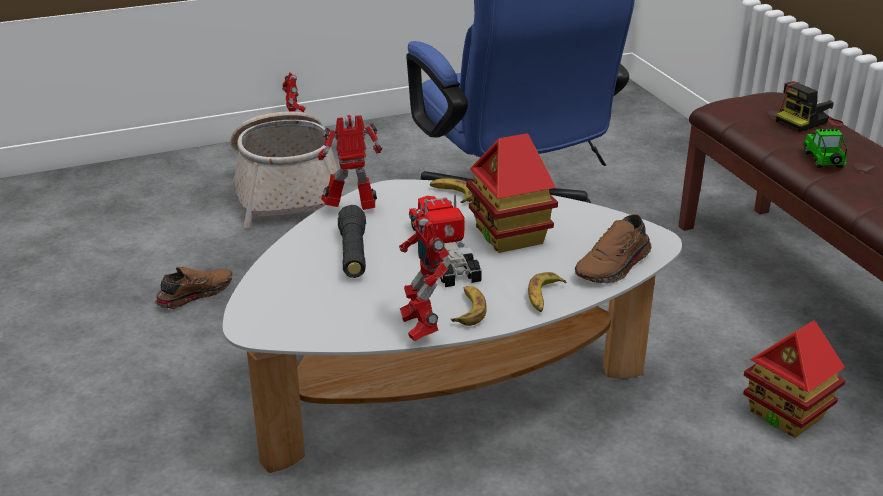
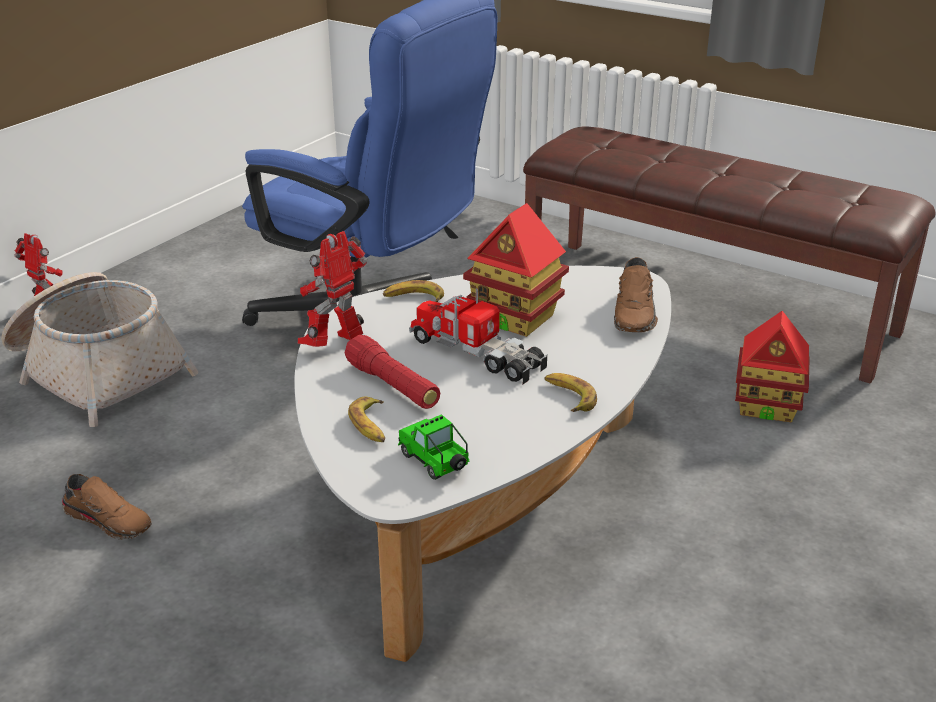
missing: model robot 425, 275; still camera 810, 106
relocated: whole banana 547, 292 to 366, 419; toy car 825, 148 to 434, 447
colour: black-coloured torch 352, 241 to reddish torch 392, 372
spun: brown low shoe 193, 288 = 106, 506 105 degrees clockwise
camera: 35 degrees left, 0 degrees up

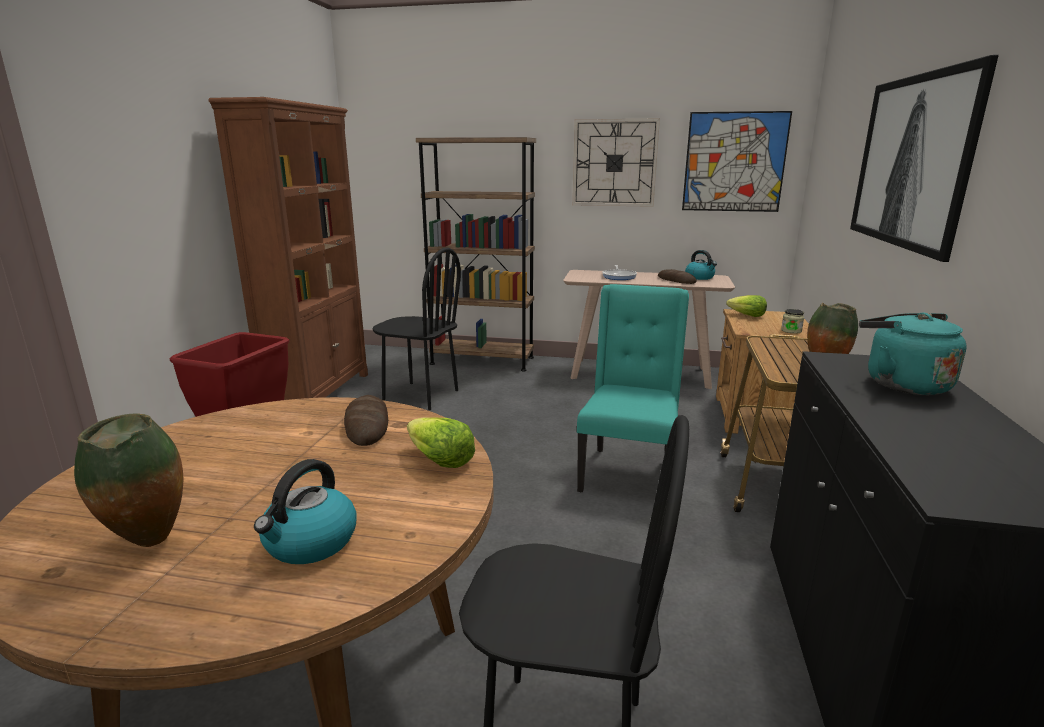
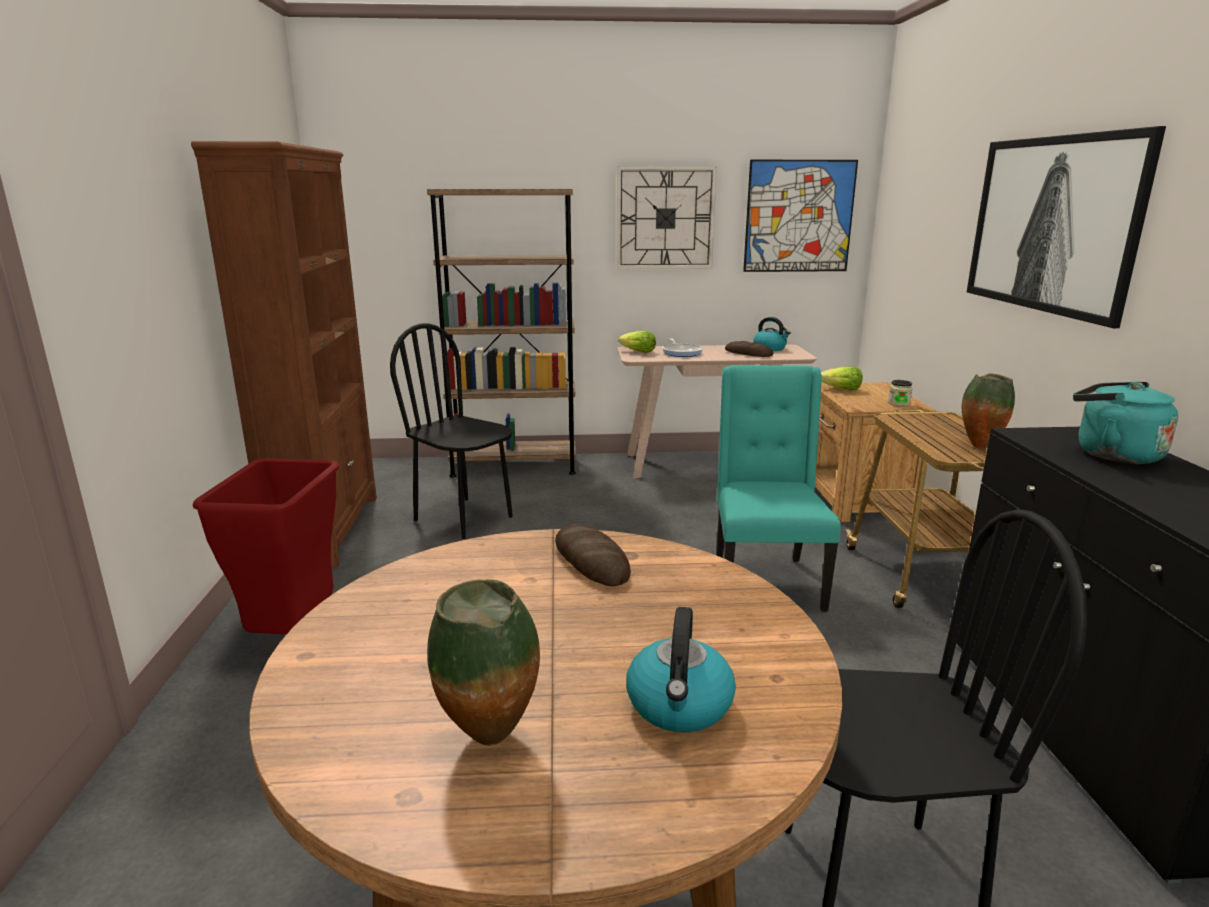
relocated: lettuce head 441, 442 to 637, 342
spun: black-coloured chair 417, 329 = 451, 431 150 degrees counterclockwise
camera: 15 degrees left, 0 degrees up

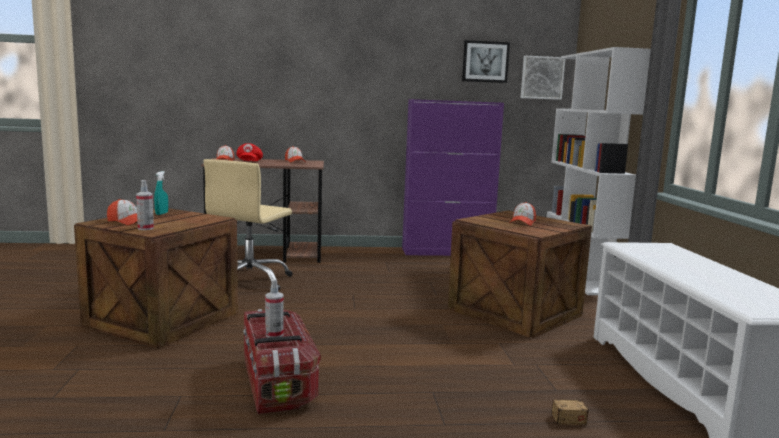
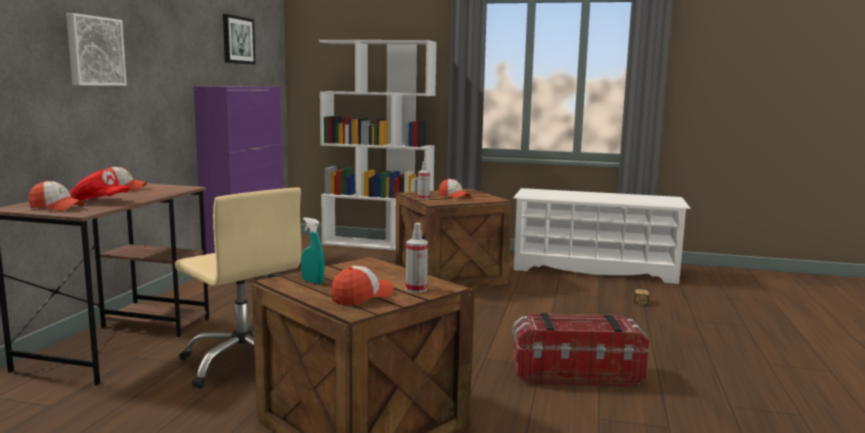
relocated: picture 543, 78 to 96, 49; spray bottle 274, 308 to 424, 180
camera: 70 degrees left, 0 degrees up

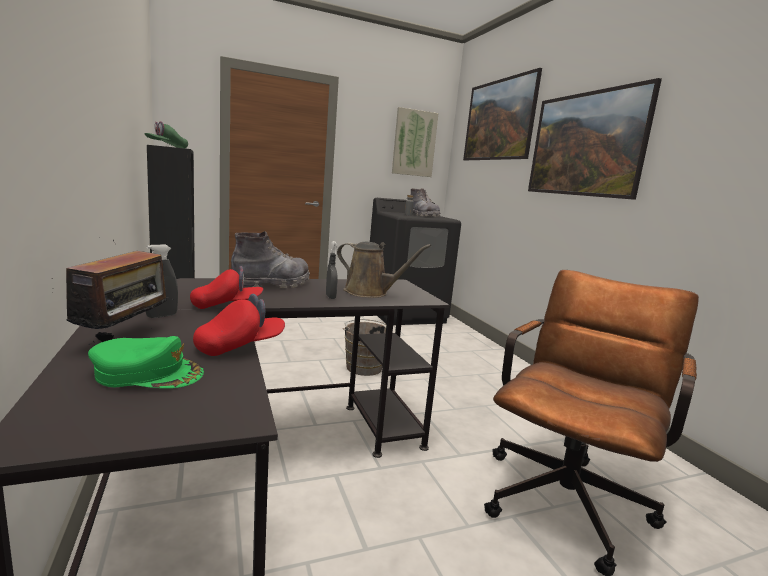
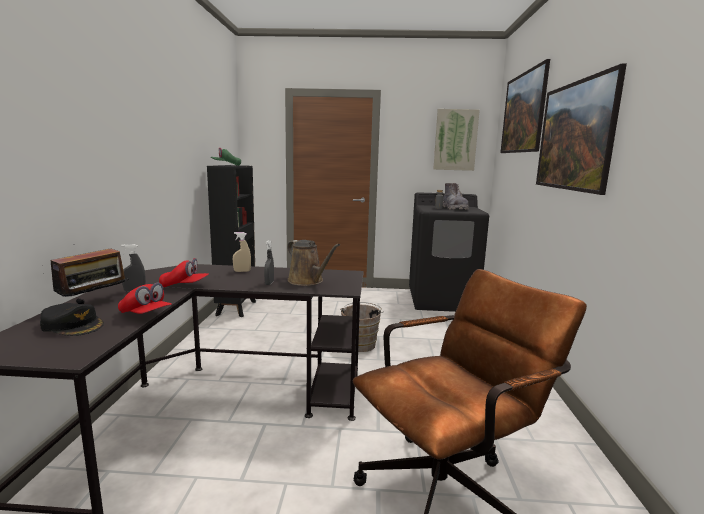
exchanged: gray boot 270, 259 to sand-coloured spray bottle 242, 252
colour: green-coloured cap 146, 362 to black-coloured cap 72, 319
spun: reddish cap 239, 325 = 145, 298 45 degrees clockwise
camera: 25 degrees right, 0 degrees up

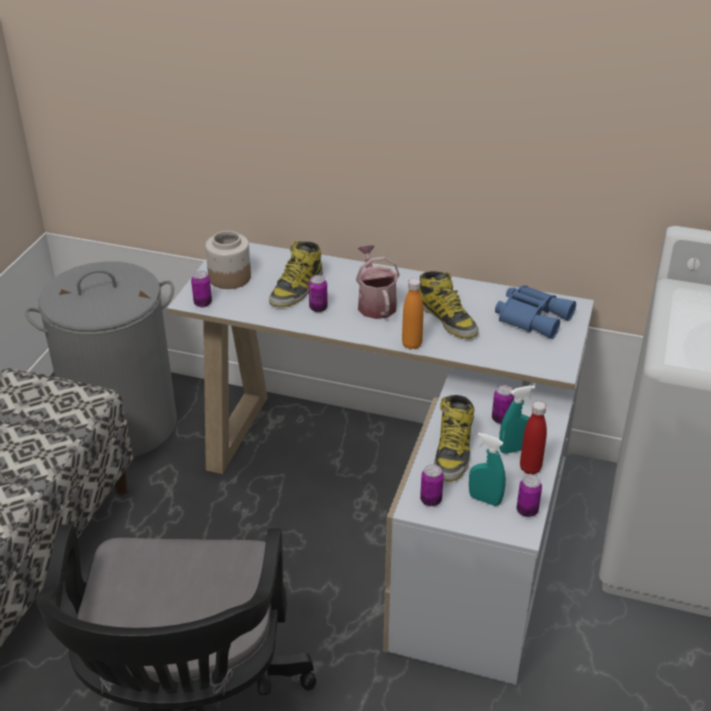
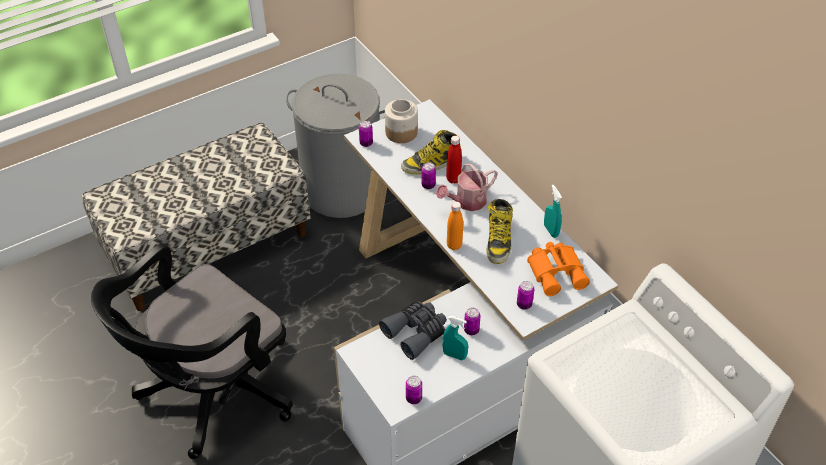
relocated: reddish drink bottle 533, 438 to 454, 159; sealed can 432, 485 to 525, 295; blue-green spray bottle 487, 469 to 553, 211
exchanged: boot 454, 438 to gray binoculars 413, 330
colour: blue binoculars 535, 312 to orange-coloured binoculars 558, 269
spun: sprinkling can 378, 282 = 467, 187 150 degrees counterclockwise
camera: 40 degrees right, 10 degrees up

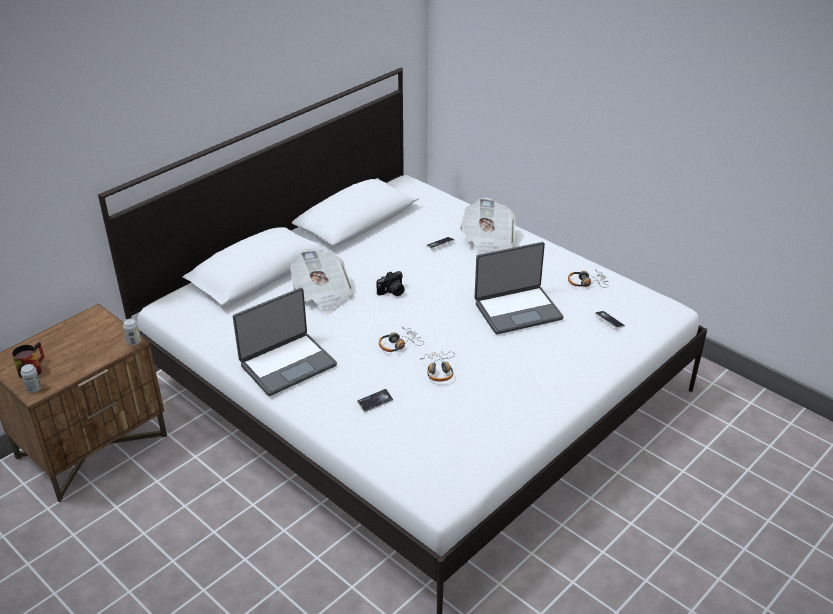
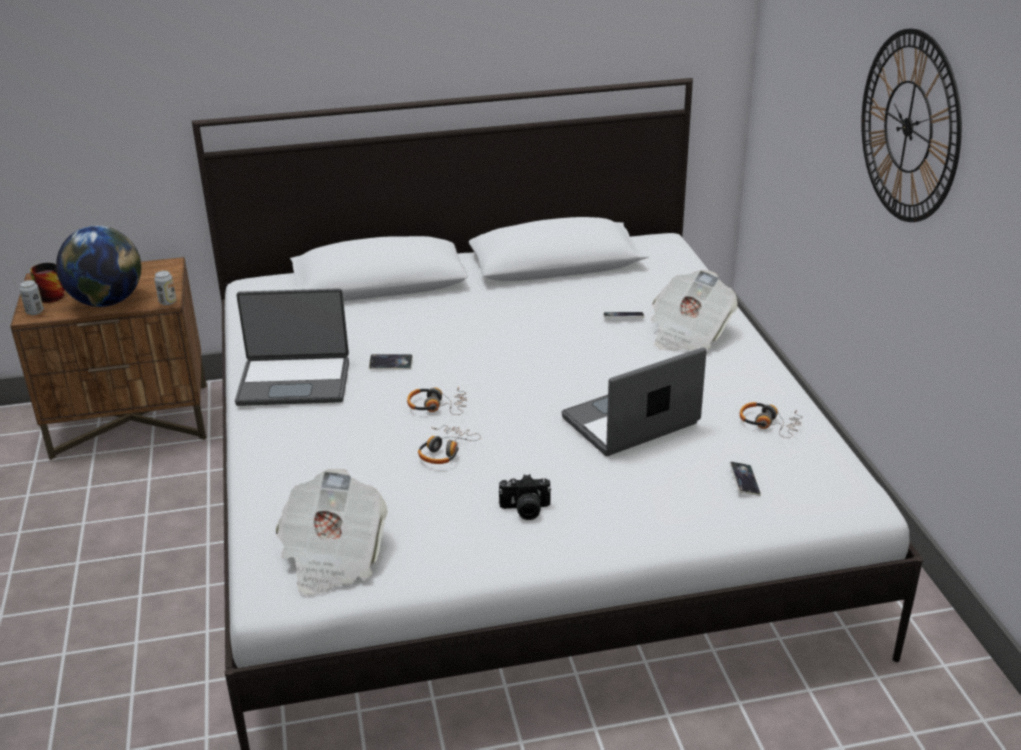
appeared: globe 98, 266; hanging clock 911, 125
relocated: newspaper 322, 281 to 332, 532; handset 375, 401 to 391, 361; still camera 390, 283 to 525, 497
spun: laptop 519, 288 = 634, 401 135 degrees clockwise
camera: 35 degrees right, 5 degrees down

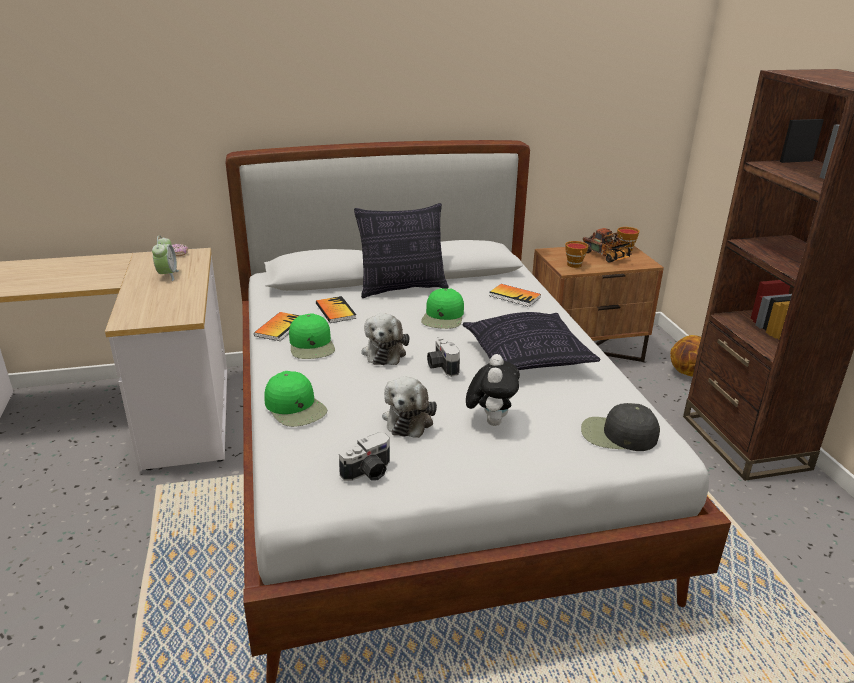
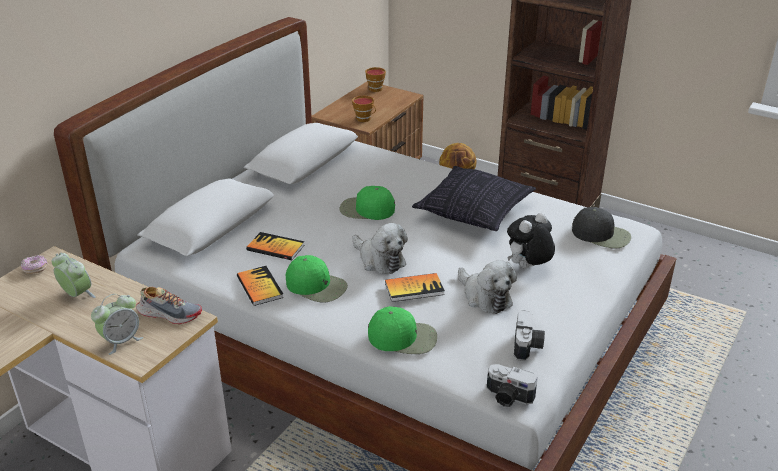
missing: throw pillow 401, 250; toy truck 607, 245
appeared: alarm clock 117, 324; low shoe 169, 305
relocated: volume 515, 295 to 415, 287; still camera 443, 356 to 512, 385
spun: green-coloured cap 442, 309 = 367, 203 135 degrees clockwise; soft toy 493, 390 = 531, 240 90 degrees counterclockwise; black-coloured cap 620, 427 = 601, 228 120 degrees counterclockwise
camera: 45 degrees left, 5 degrees up

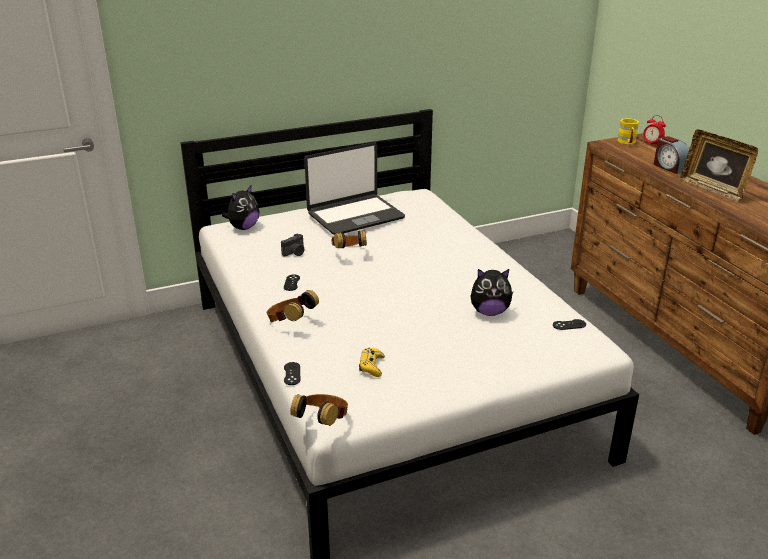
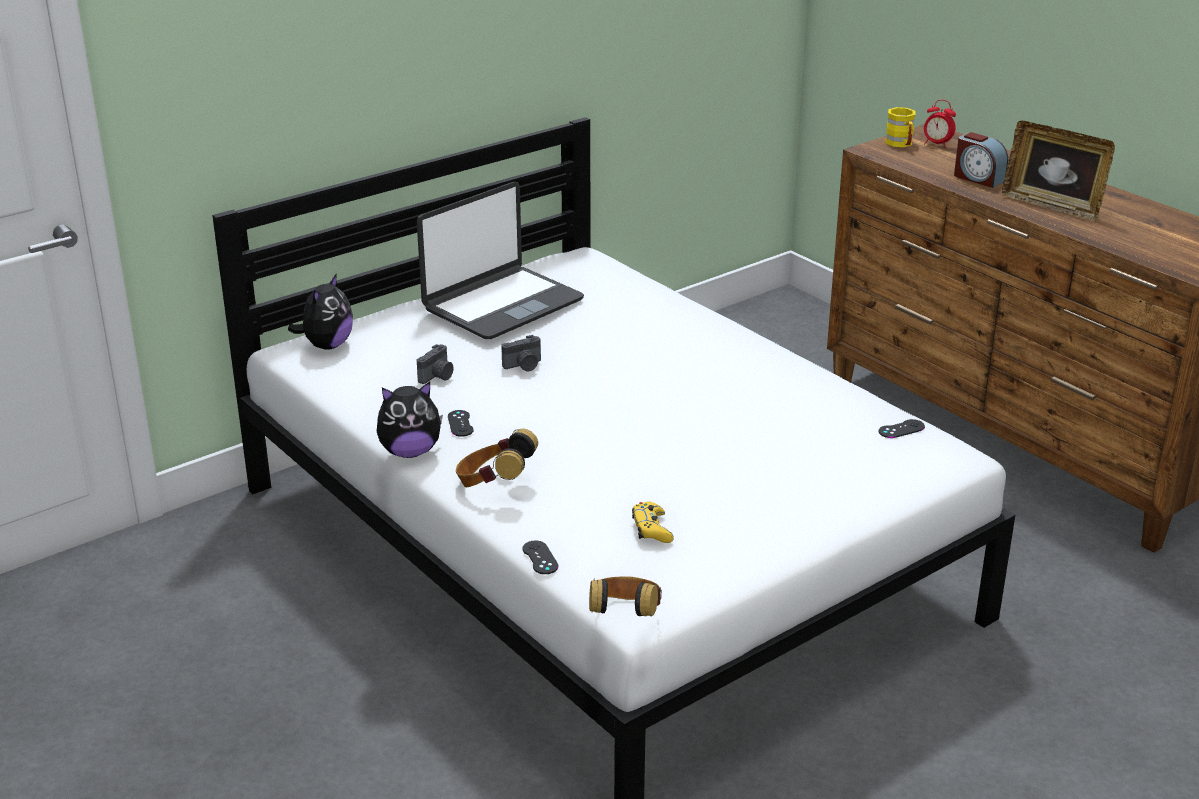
relocated: soft toy 492, 292 to 410, 420
exchanged: pair of headphones 349, 240 to still camera 521, 353
camera: 15 degrees left, 0 degrees up

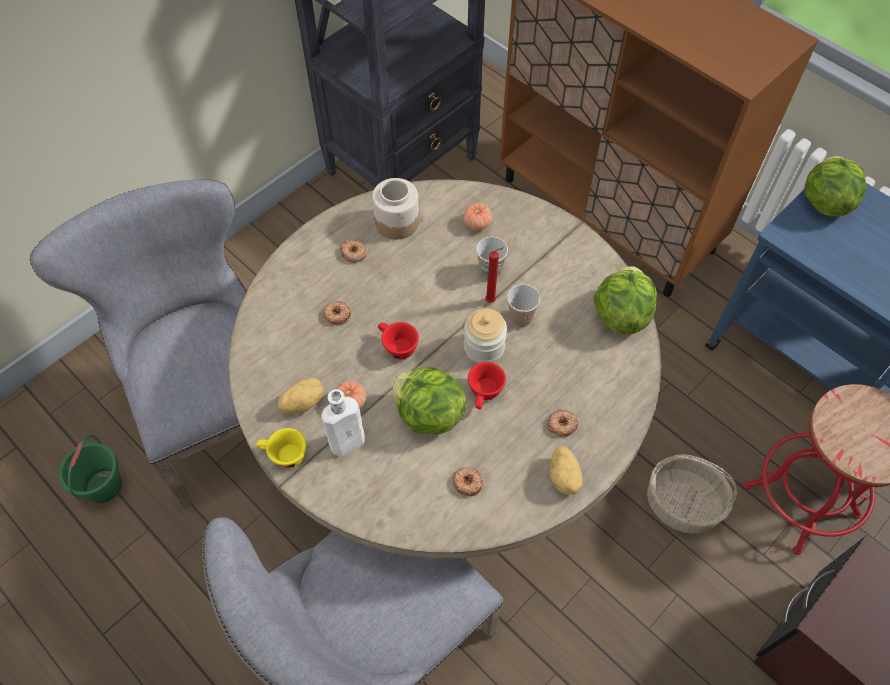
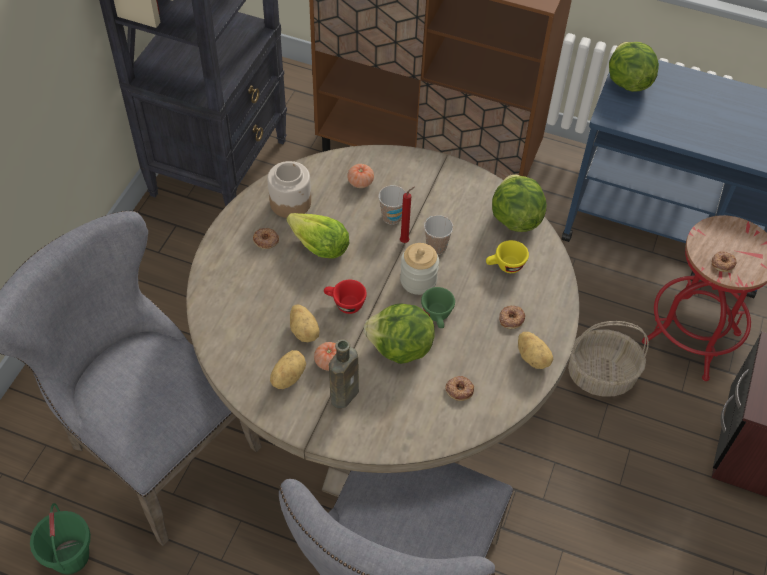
appeared: lettuce head 318, 236; whole potato 304, 323
relocated: yellow cup 281, 448 to 507, 256; donut 336, 313 to 724, 262
colour: white-coloured drink bottle 343, 423 to brown drink bottle 344, 373; reddish cup 487, 385 to green-coloured cup 438, 307
camera: 25 degrees left, 5 degrees down

